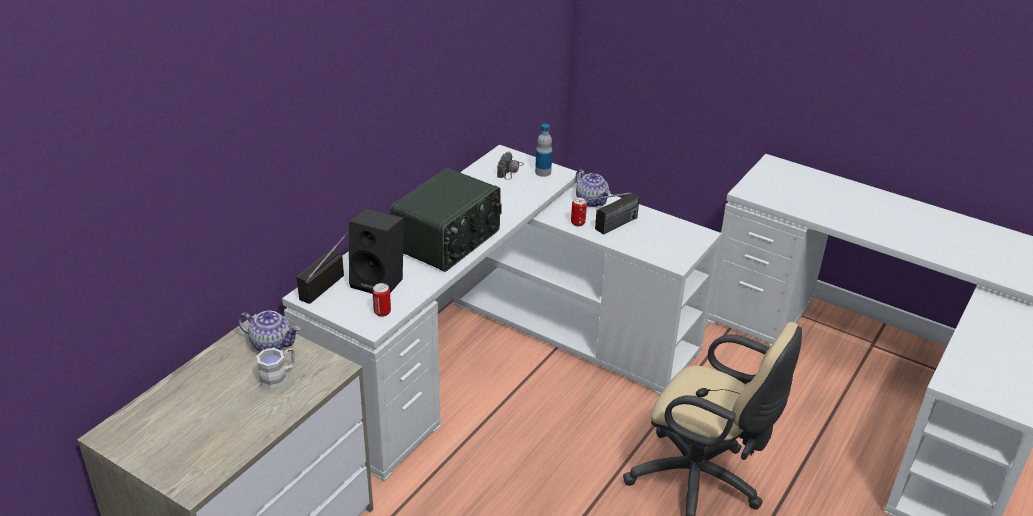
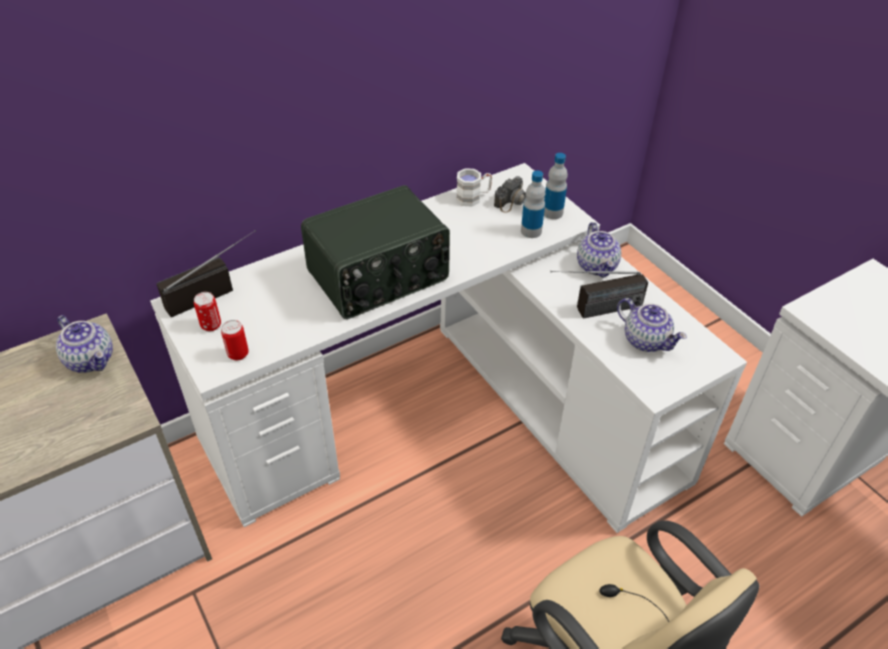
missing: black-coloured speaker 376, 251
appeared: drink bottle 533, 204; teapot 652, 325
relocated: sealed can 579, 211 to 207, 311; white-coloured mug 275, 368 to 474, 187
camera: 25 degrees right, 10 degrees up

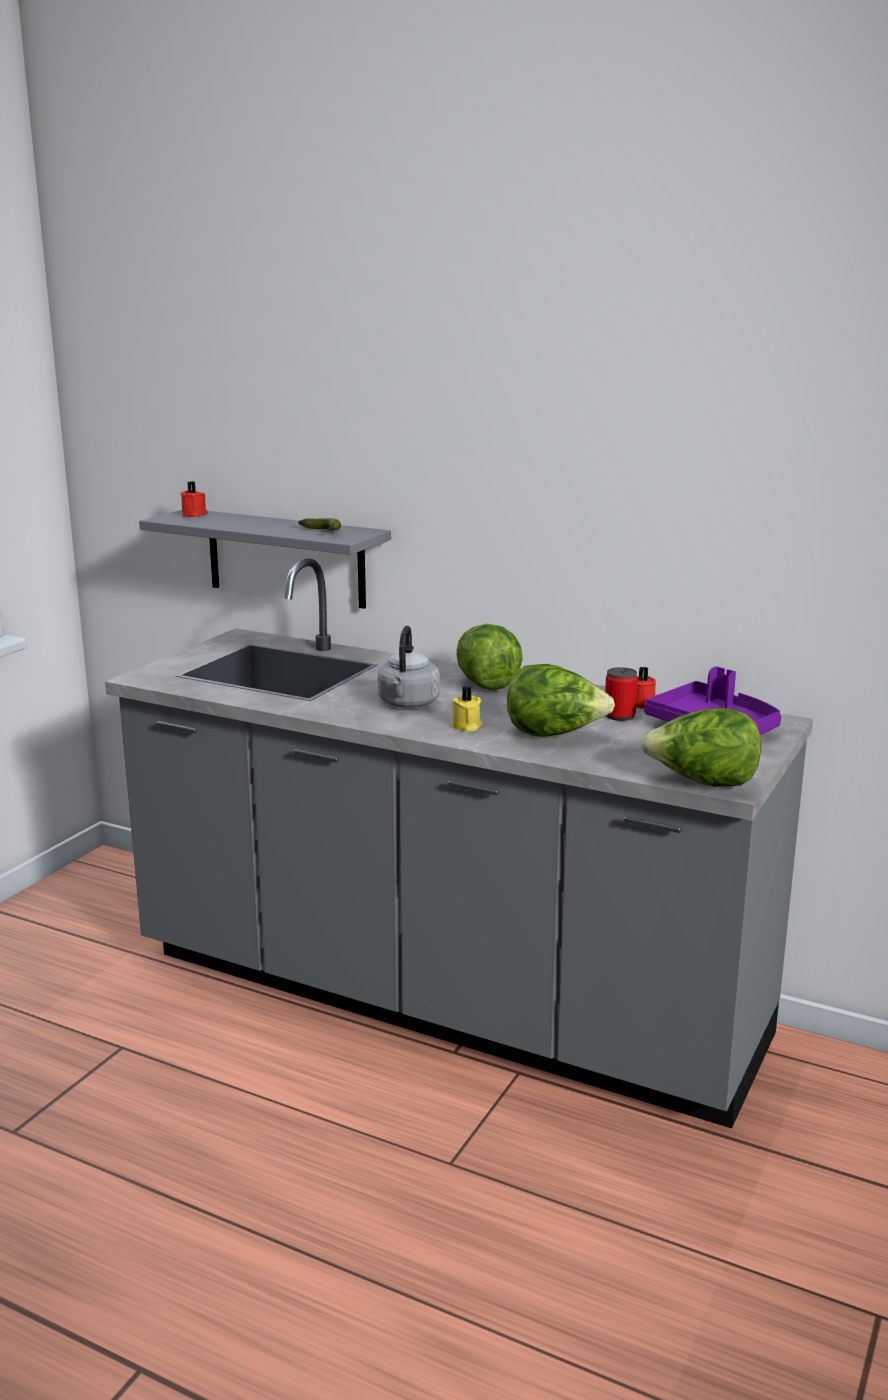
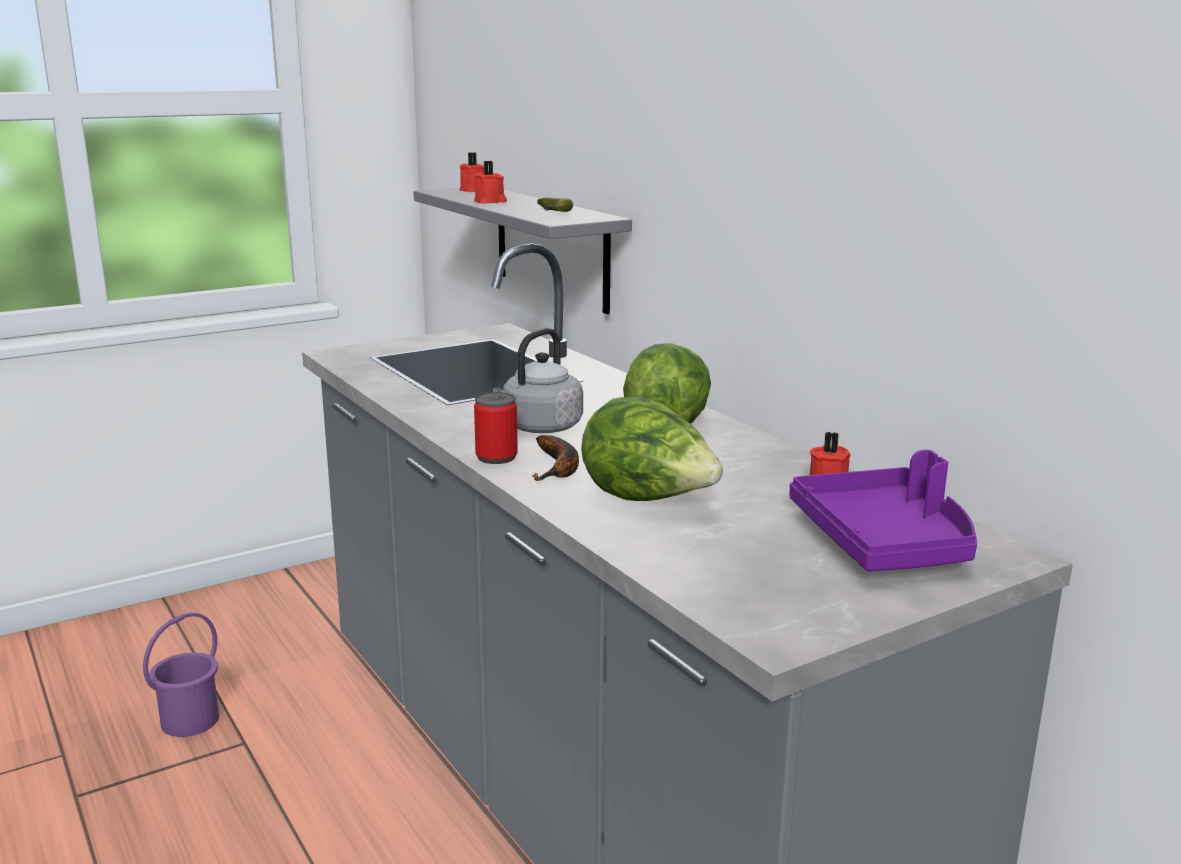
missing: lettuce head 700, 747
appeared: purple-coloured pail 181, 675; reddish candle 490, 182
relocated: sealed can 621, 694 to 496, 428
exchanged: yellow candle 466, 709 to whole banana 555, 458
camera: 30 degrees right, 0 degrees up

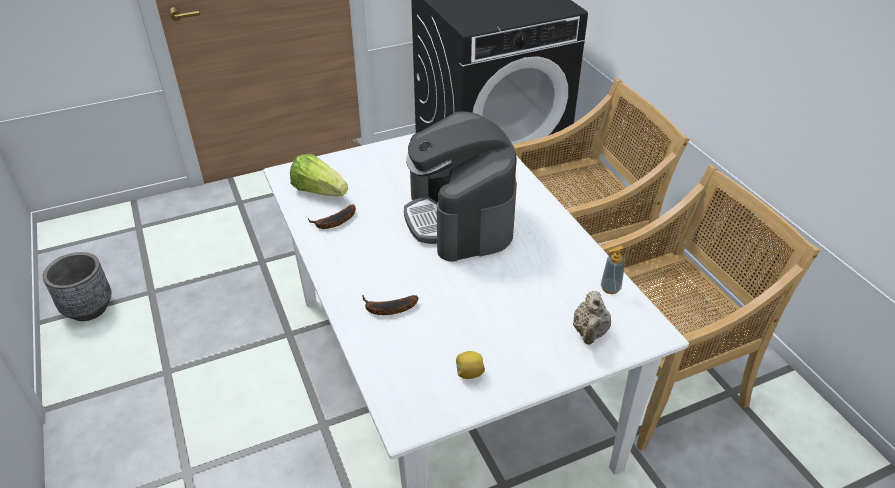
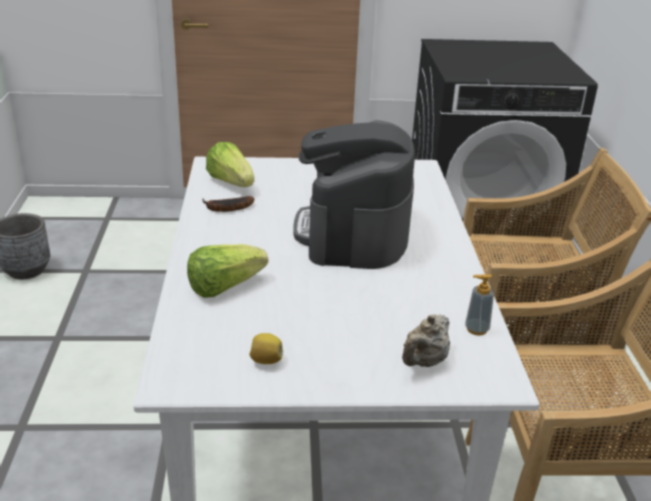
exchanged: whole banana 390, 305 to lettuce head 227, 271
camera: 20 degrees right, 10 degrees down

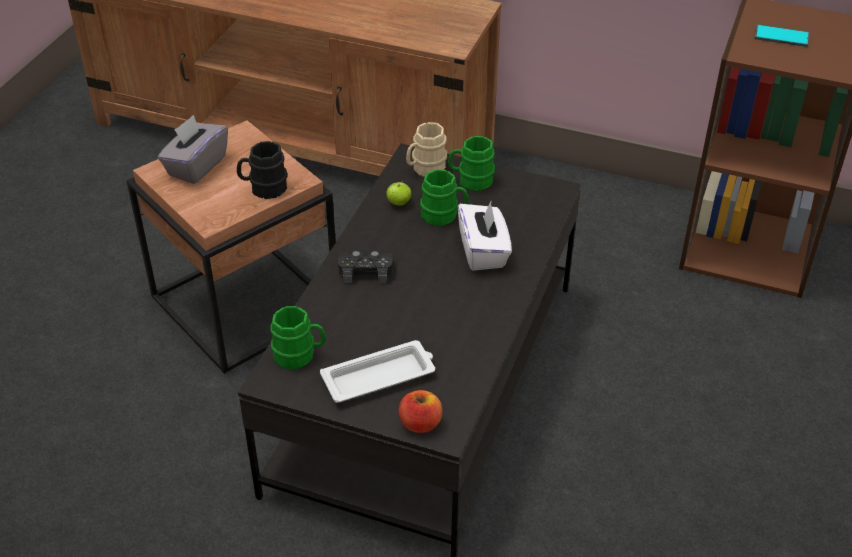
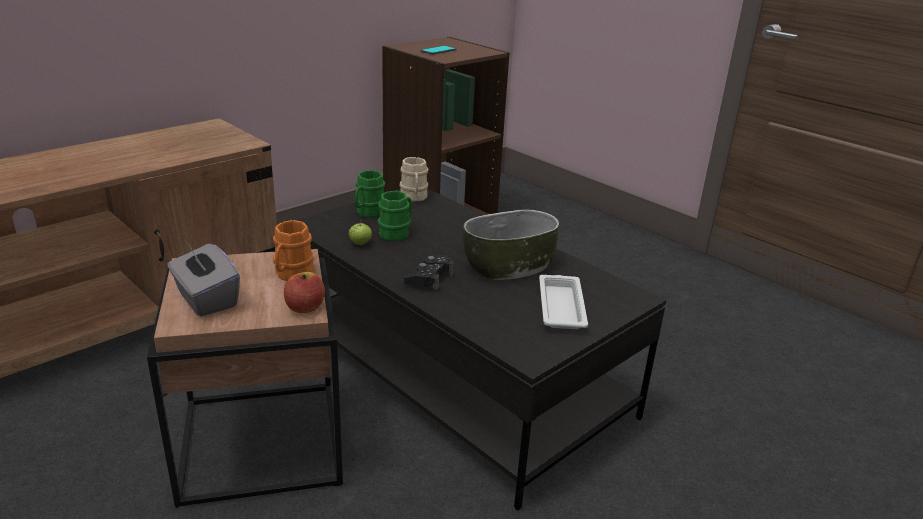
missing: green-coloured mug 298, 337; white-coloured box of tissues 485, 236
appeared: serving bowl 511, 244
relocated: whole apple 420, 411 to 304, 292; sand-coloured mug 426, 149 to 414, 179
colour: black-coloured mug 262, 170 to orange-coloured mug 293, 250
camera: 65 degrees left, 15 degrees down

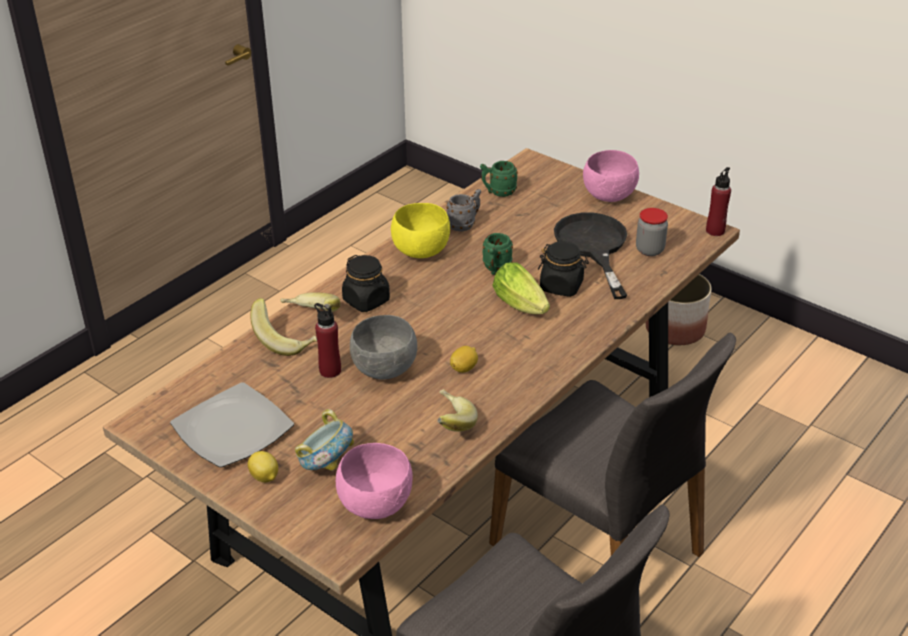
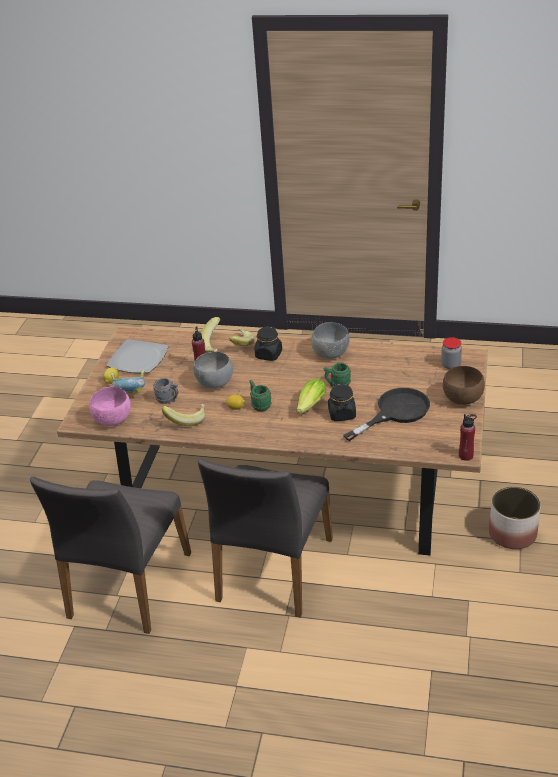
relocated: gray mug 464, 210 to 165, 391; green-coloured mug 499, 179 to 260, 396; preserve jar 652, 232 to 451, 353
colour: yellow serving bowl 420, 230 to gray serving bowl 330, 340; pink serving bowl 611, 176 to brown serving bowl 464, 385
camera: 65 degrees right, 0 degrees up

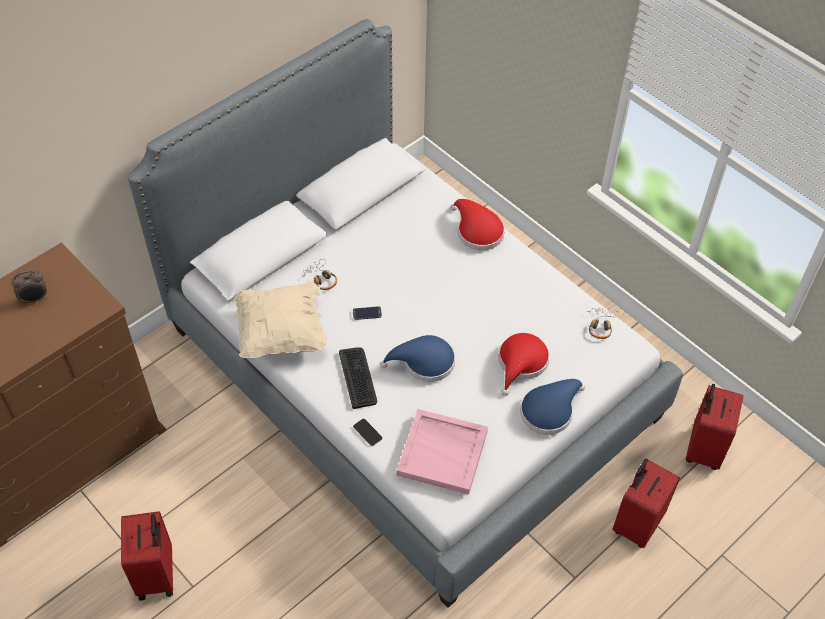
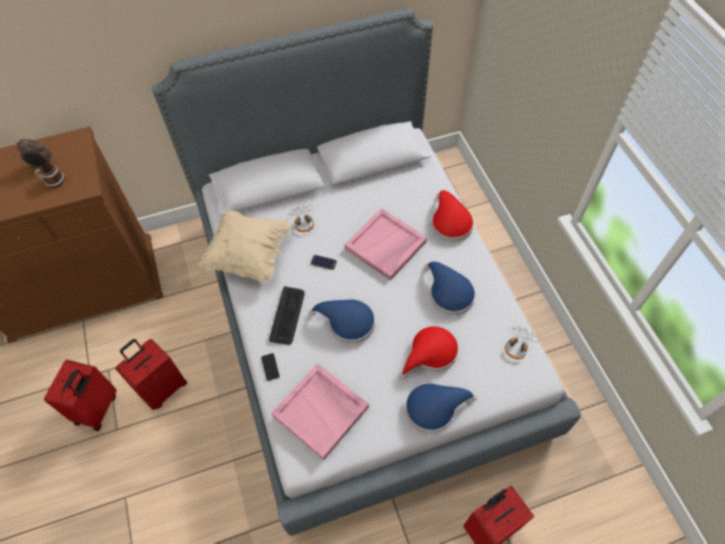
appeared: mug 50, 175; pink tray 386, 244; blue clothing hat 449, 288
relocated: reddish travel case 715, 427 to 151, 374
camera: 25 degrees right, 5 degrees up

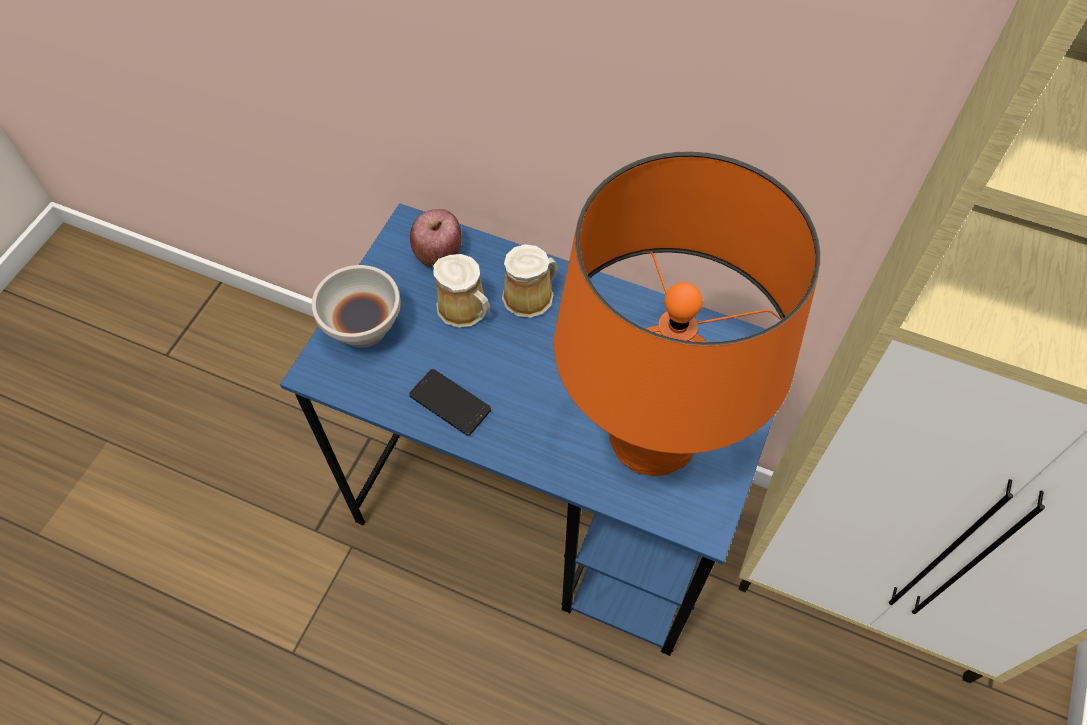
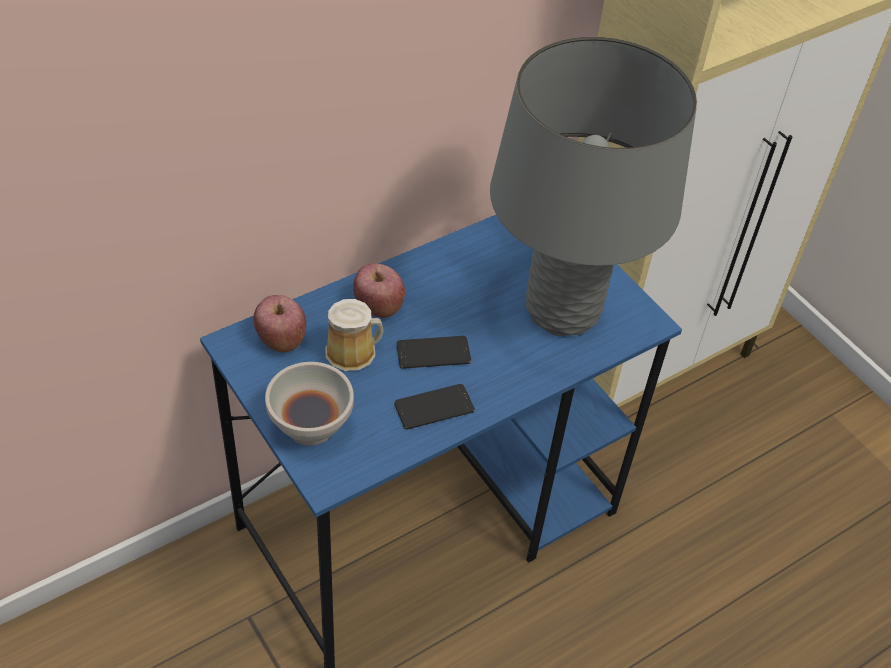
appeared: handset 433, 352
exchanged: mug 530, 281 to whole apple 379, 290
colour: orange-coloured tabletop lamp 687, 314 to gray tabletop lamp 593, 186
camera: 60 degrees left, 10 degrees down

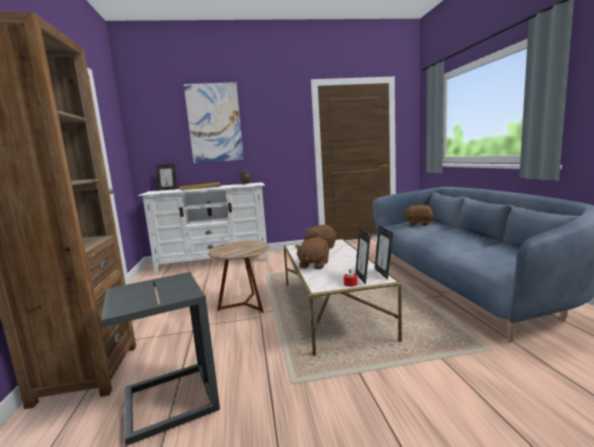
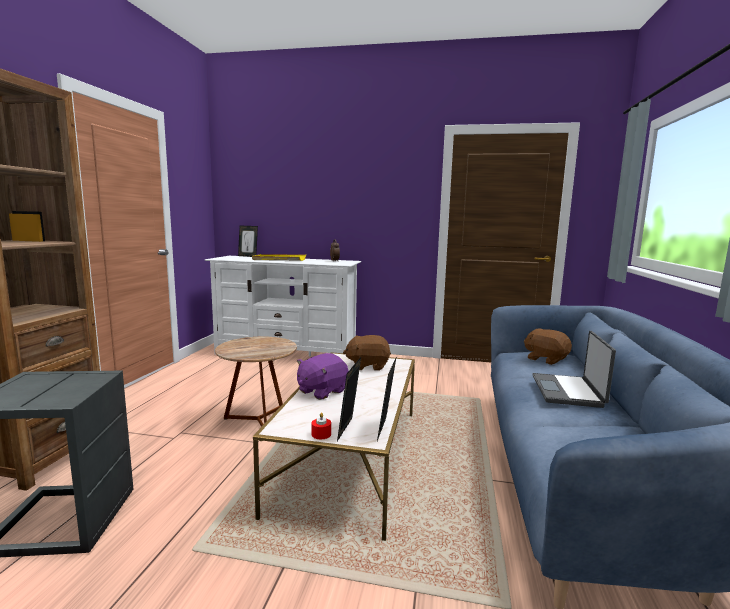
missing: picture 214, 122
appeared: laptop 574, 369
colour: brown soft toy 312, 253 to purple-coloured soft toy 322, 376
camera: 20 degrees right, 0 degrees up

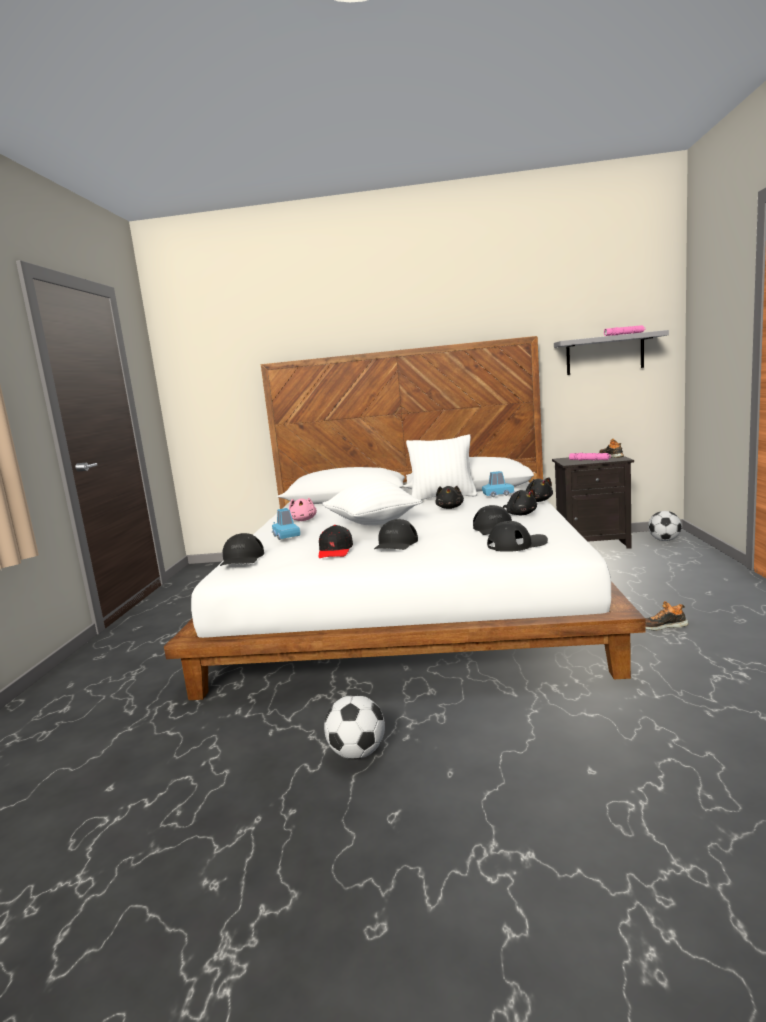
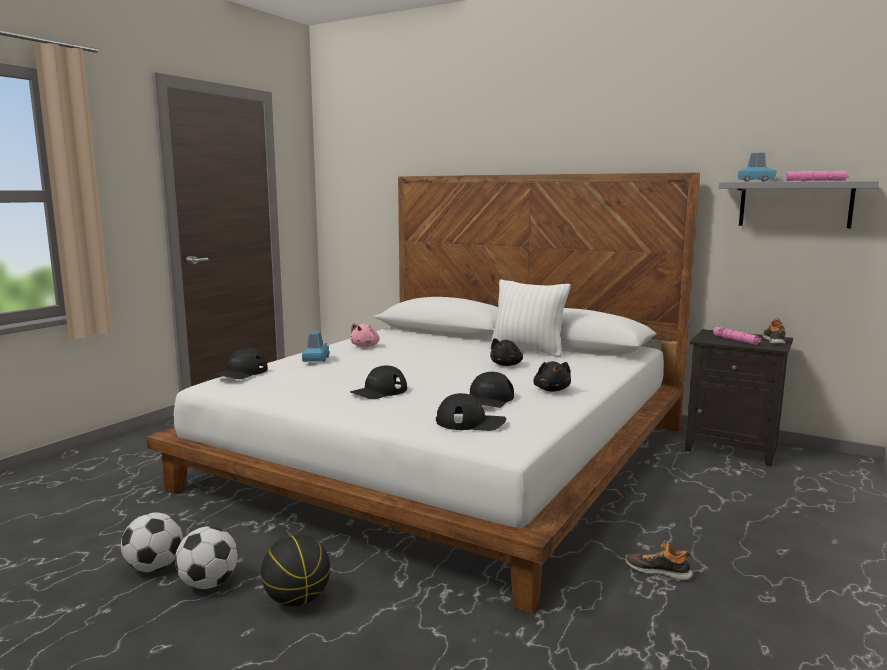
missing: black-coloured cap 336, 541; white-coloured throw pillow 372, 502; black-coloured soft toy 539, 489
appeared: basketball 295, 570
relocated: football 665, 526 to 152, 542; blue toy car 498, 484 to 758, 167
camera: 25 degrees right, 0 degrees up

